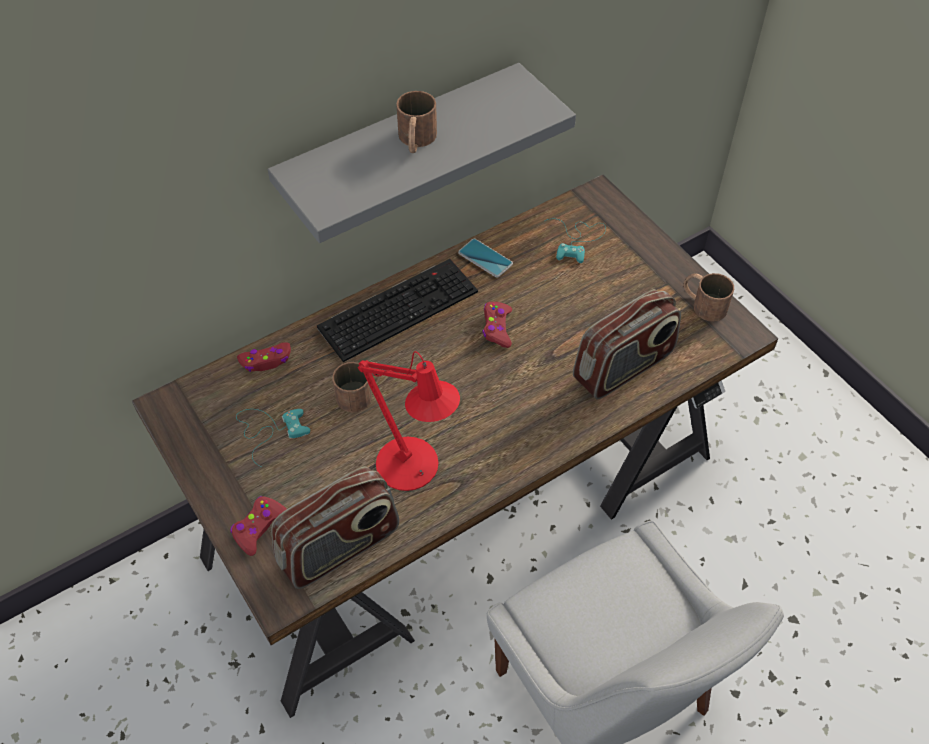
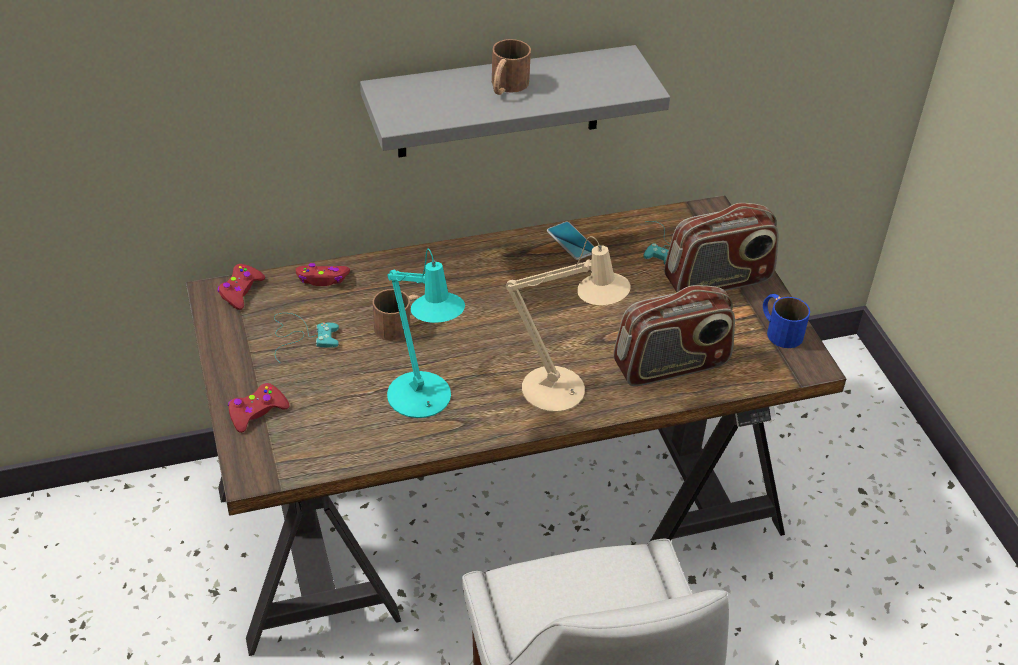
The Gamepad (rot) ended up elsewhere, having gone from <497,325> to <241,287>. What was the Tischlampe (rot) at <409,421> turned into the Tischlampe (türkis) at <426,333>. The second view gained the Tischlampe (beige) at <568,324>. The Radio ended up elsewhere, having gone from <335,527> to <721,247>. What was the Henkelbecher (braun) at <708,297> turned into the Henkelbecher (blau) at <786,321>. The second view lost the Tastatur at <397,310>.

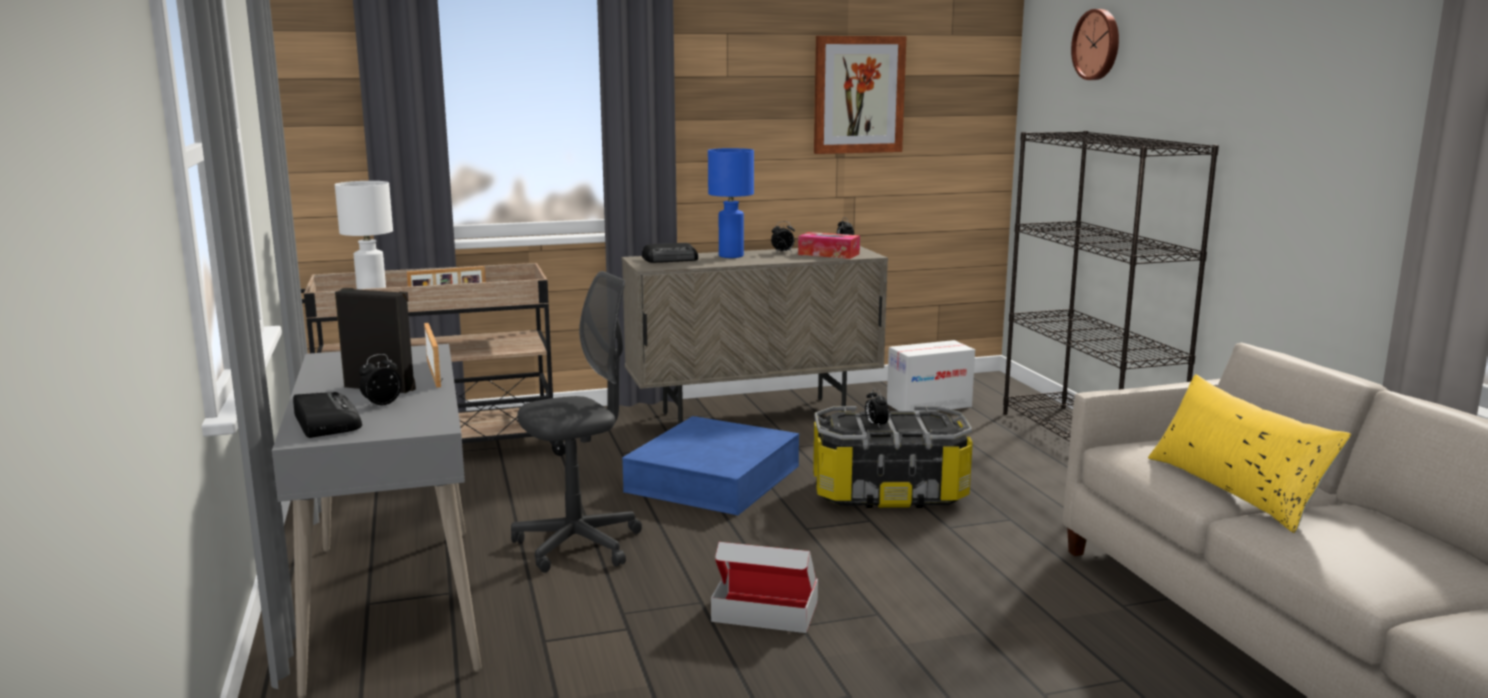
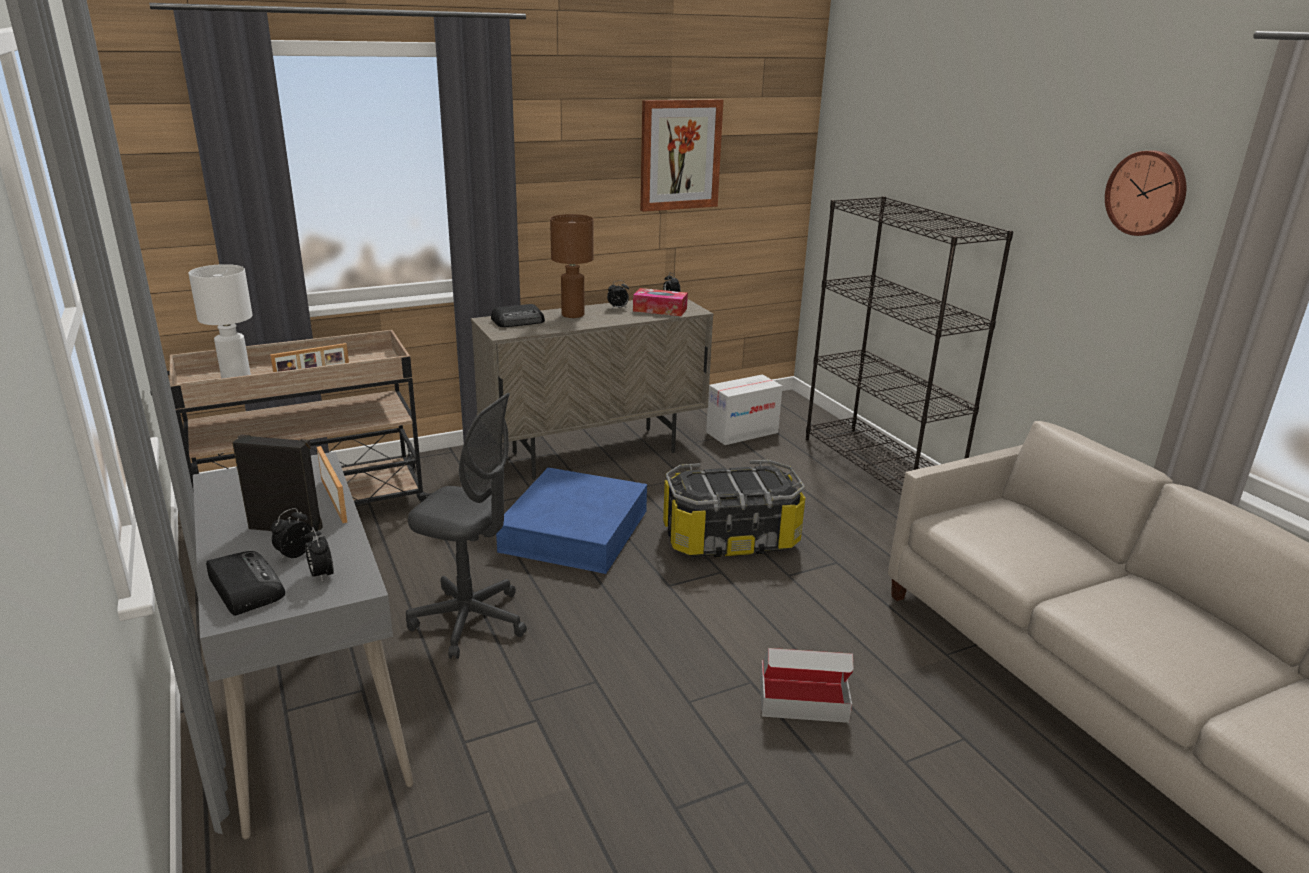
The Wecker ended up elsewhere, having gone from <877,408> to <319,554>. The Bürostuhl (grau) at <576,422> ended up facing another way, 60 degrees clockwise from before. What was the Tischlampe (blau) at <731,203> turned into the Tischlampe (braun) at <572,266>. The Karton ended up elsewhere, having gone from <764,587> to <806,685>. The Wanduhr ended up elsewhere, having gone from <1095,44> to <1145,193>. The second view lost the Kissen (gelb) at <1250,453>.

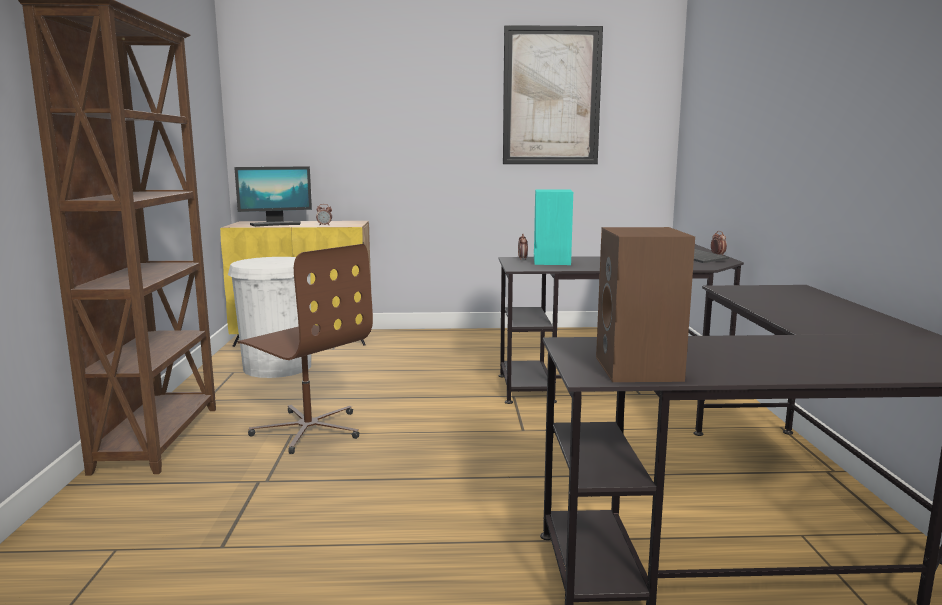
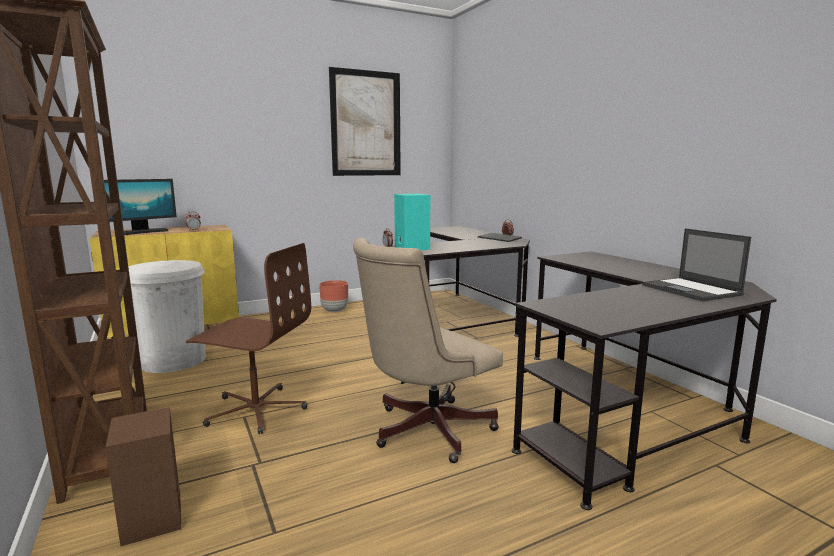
The Lautsprecher (braun) ended up elsewhere, having gone from <645,304> to <143,476>. The second view gained the Pflanzkübel (braun) at <333,296>. The second view gained the Bürostuhl (beige) at <428,350>. The second view gained the Laptop at <696,264>.

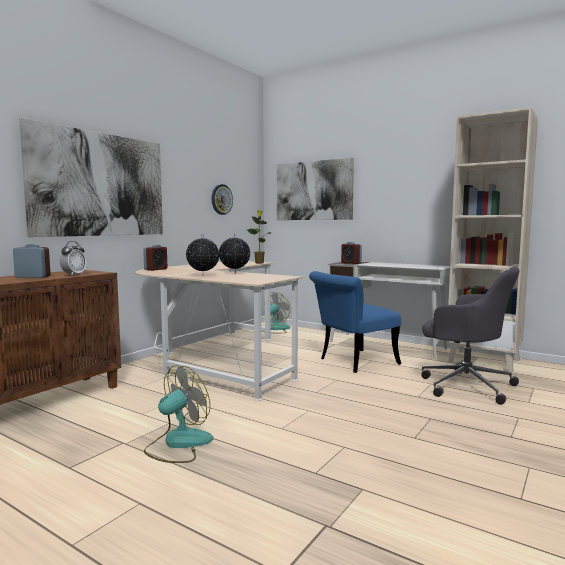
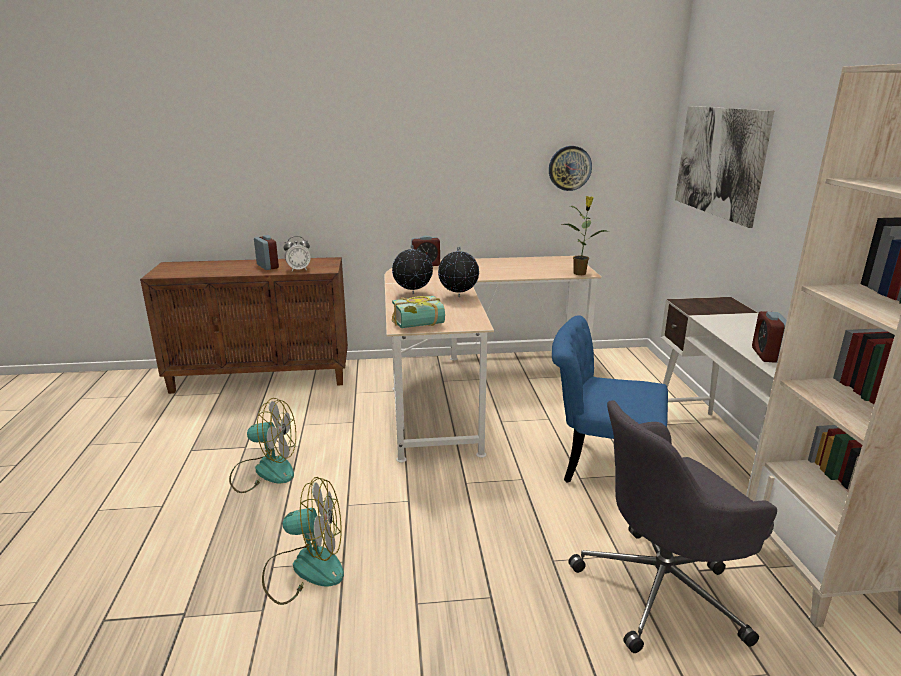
The Ventilator ended up elsewhere, having gone from <275,312> to <303,541>. The second view gained the Buch at <418,312>. The Bürostuhl (grau) at <470,336> ended up facing another way, 75 degrees clockwise from before. The Wecker ended up elsewhere, having gone from <351,253> to <769,337>. The second view lost the Bild at <91,177>.

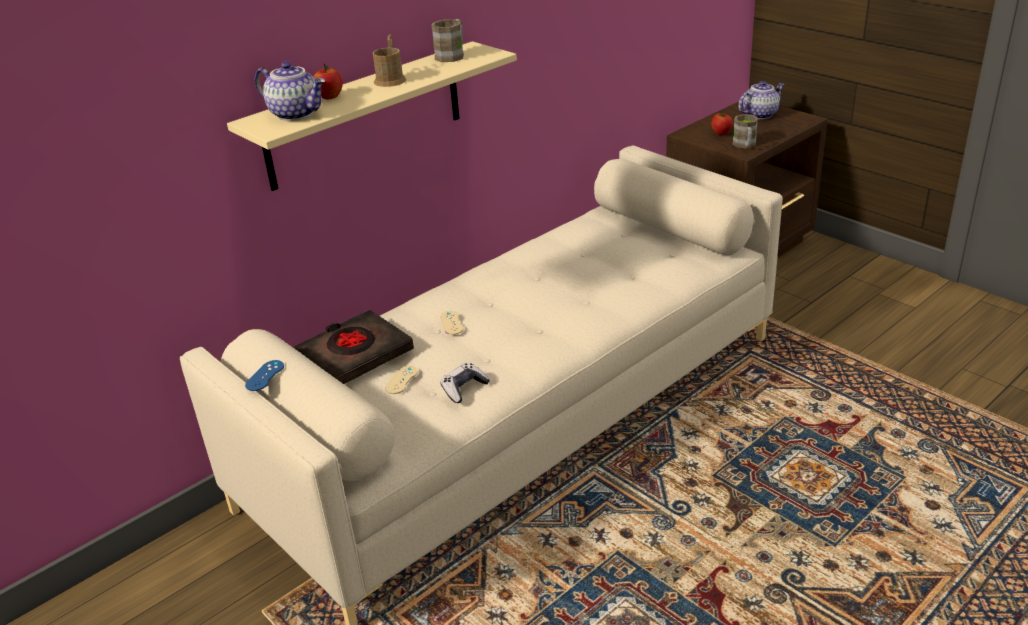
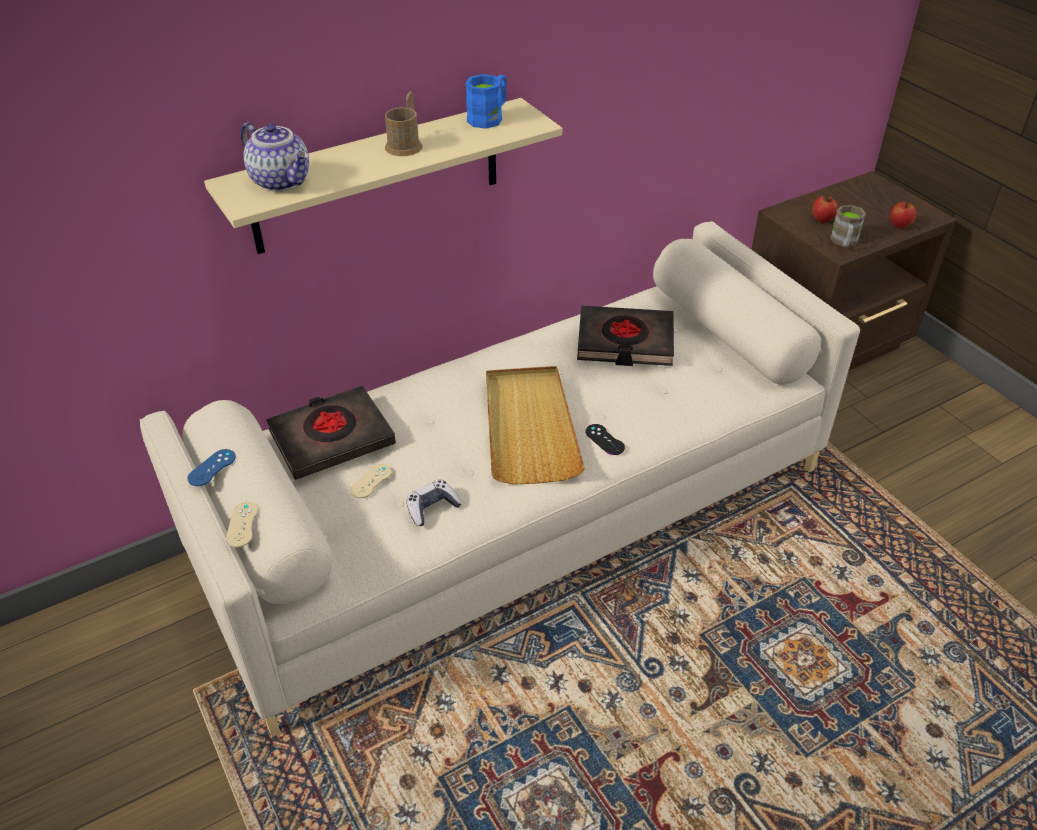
The Gamepad (beige) ended up elsewhere, having gone from <452,323> to <242,525>. What was the Henkelbecher (braun) at <447,40> turned into the Henkelbecher (blau) at <486,101>. The second view gained the Tablett (beige) at <535,425>. The second view gained the Buch (schwarz) at <625,336>. The second view gained the Gamepad (schwarz) at <605,439>. The Apfel ended up elsewhere, having gone from <328,81> to <903,214>. The second view lost the Teekanne at <761,100>.

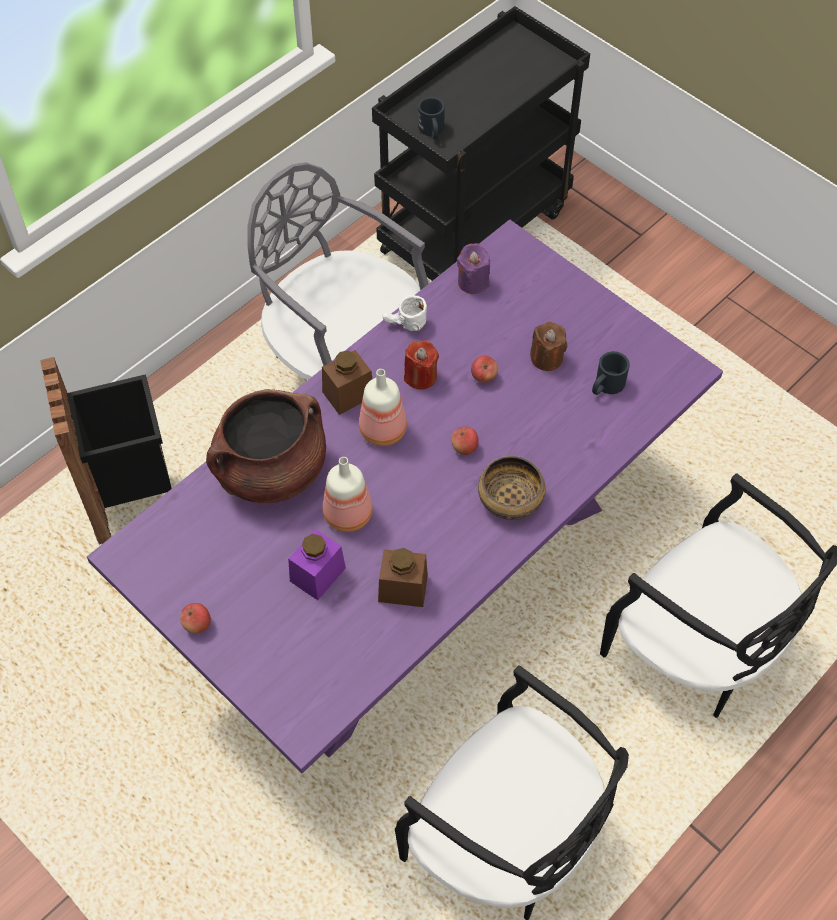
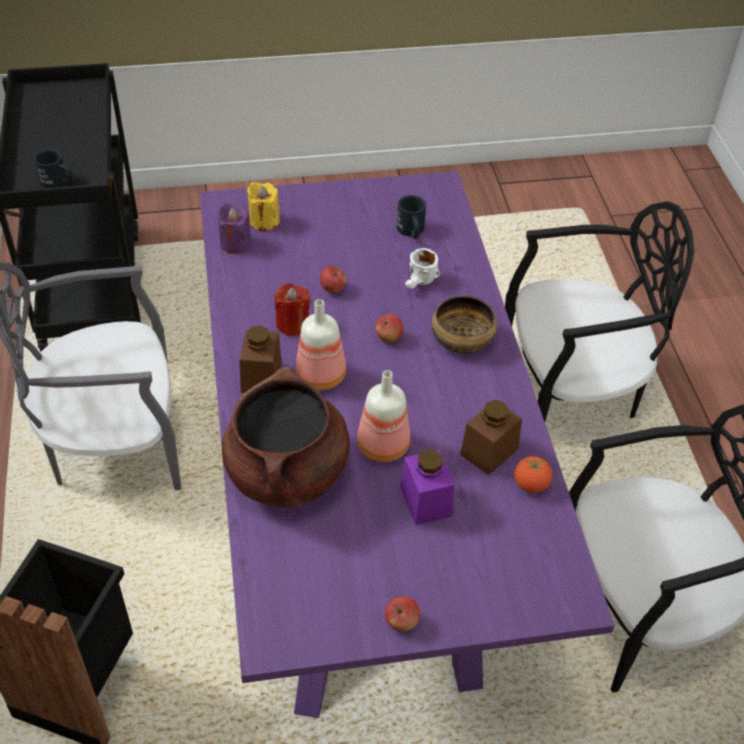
The second view gained the Kerze (gelb) at <263,206>. The Henkelbecher (weiß) ended up elsewhere, having gone from <404,313> to <423,268>. The second view gained the Tomate at <533,474>. The second view lost the Kerze (braun) at <548,346>.

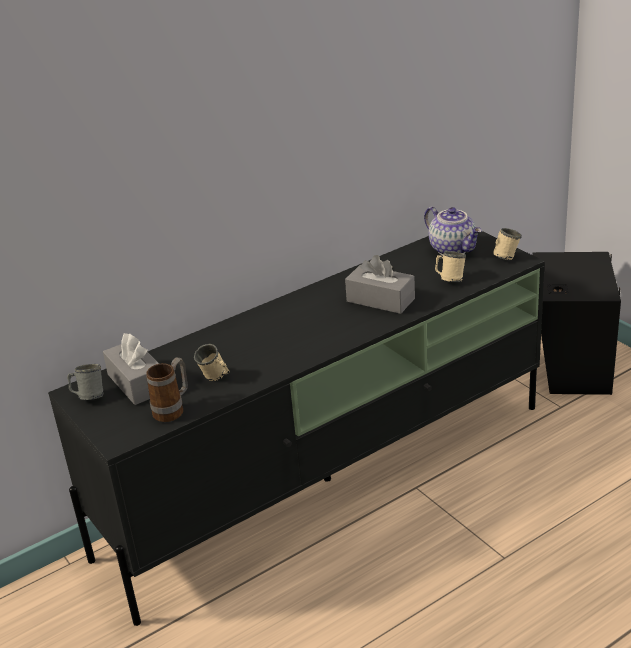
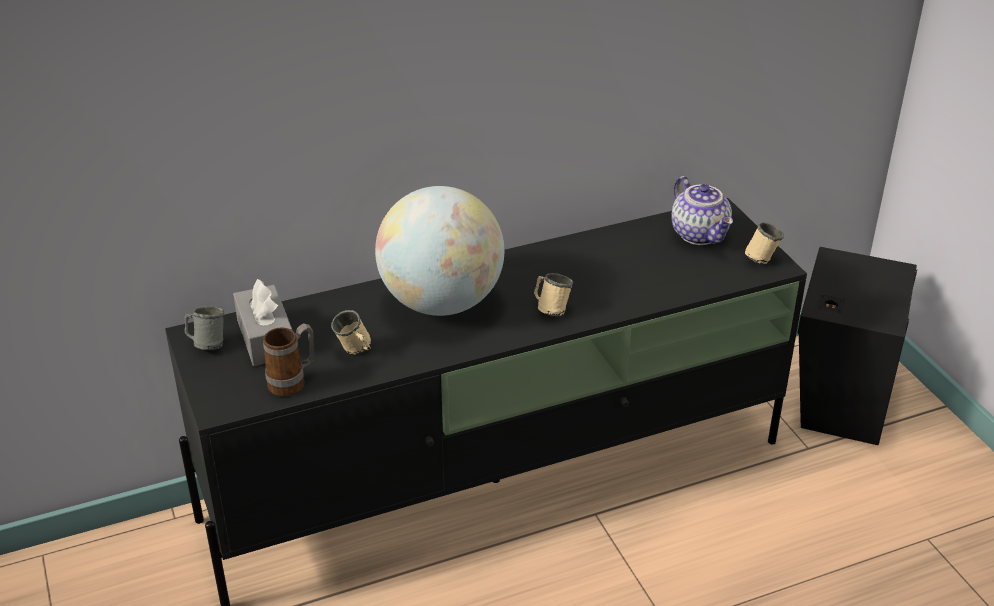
The second view gained the Globus at <439,251>. The Henkelbecher (beige) ended up elsewhere, having gone from <450,266> to <553,294>. The second view lost the Taschentuchbox (grau) at <380,284>.

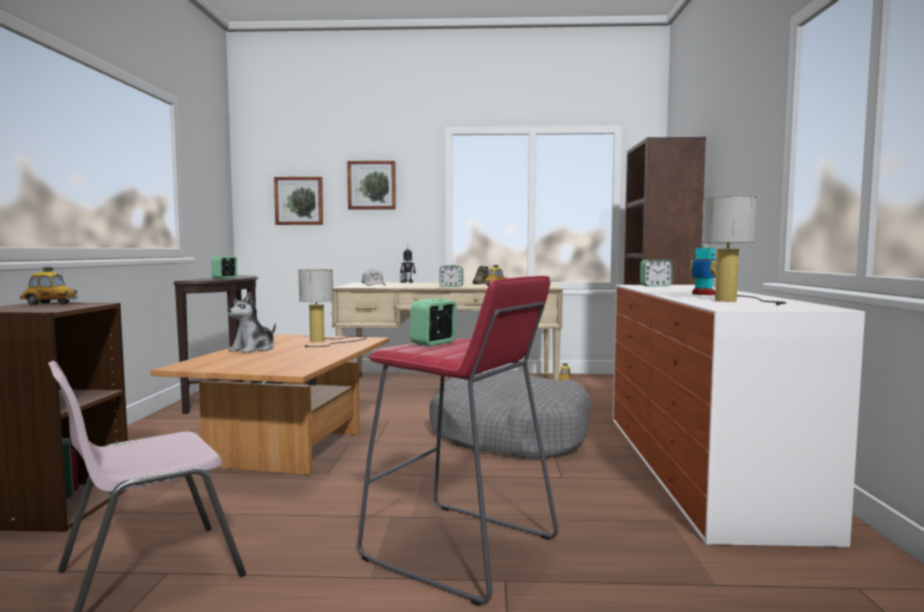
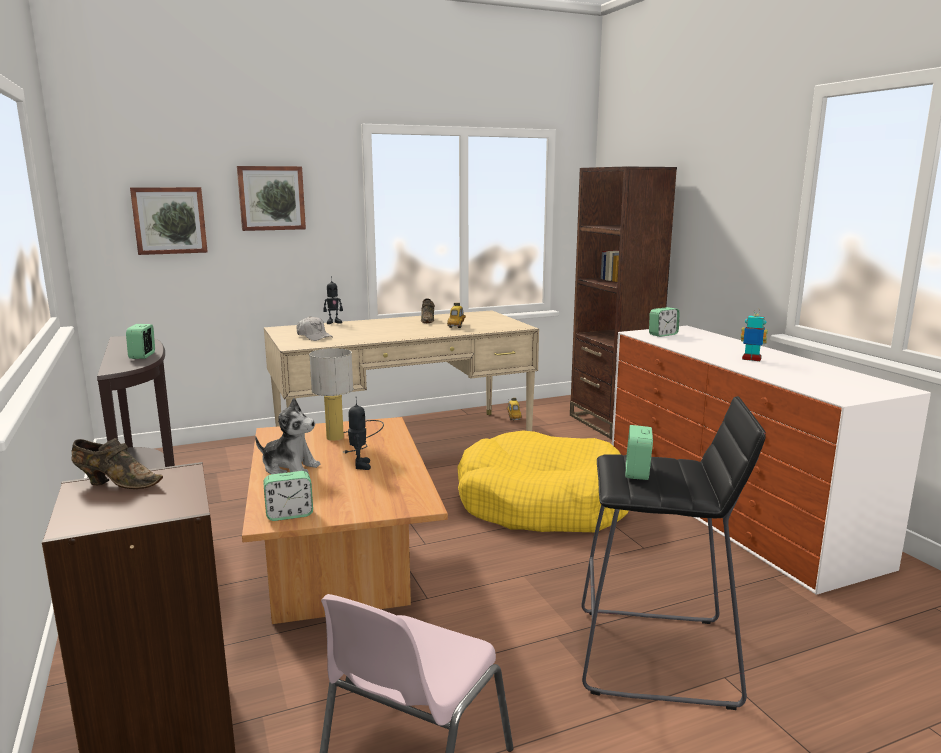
Where the Spielzeugauto stood at <49,286>, the Schuh (braun) came to stand at <117,463>. The Plüschtier at <252,322> ended up facing another way, 75 degrees counterclockwise from before. The Wecker ended up elsewhere, having gone from <451,276> to <288,496>. The second view gained the Spielzeugroboter at <359,433>. What was the Hundebett (grau) at <510,414> turned into the Hundebett (gelb) at <542,481>. What was the Hocker (rot) at <458,441> turned into the Hocker (schwarz) at <673,553>. The second view lost the Tischlampe at <744,250>.

